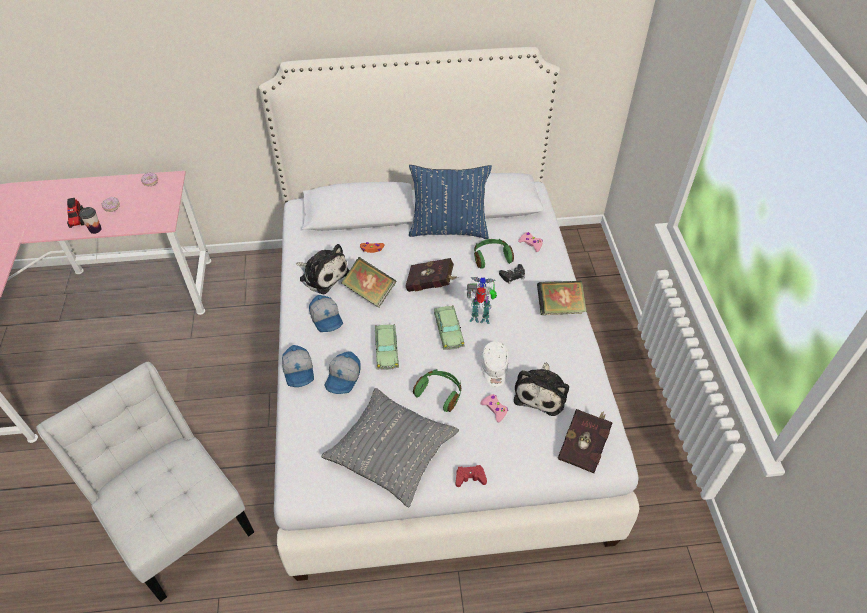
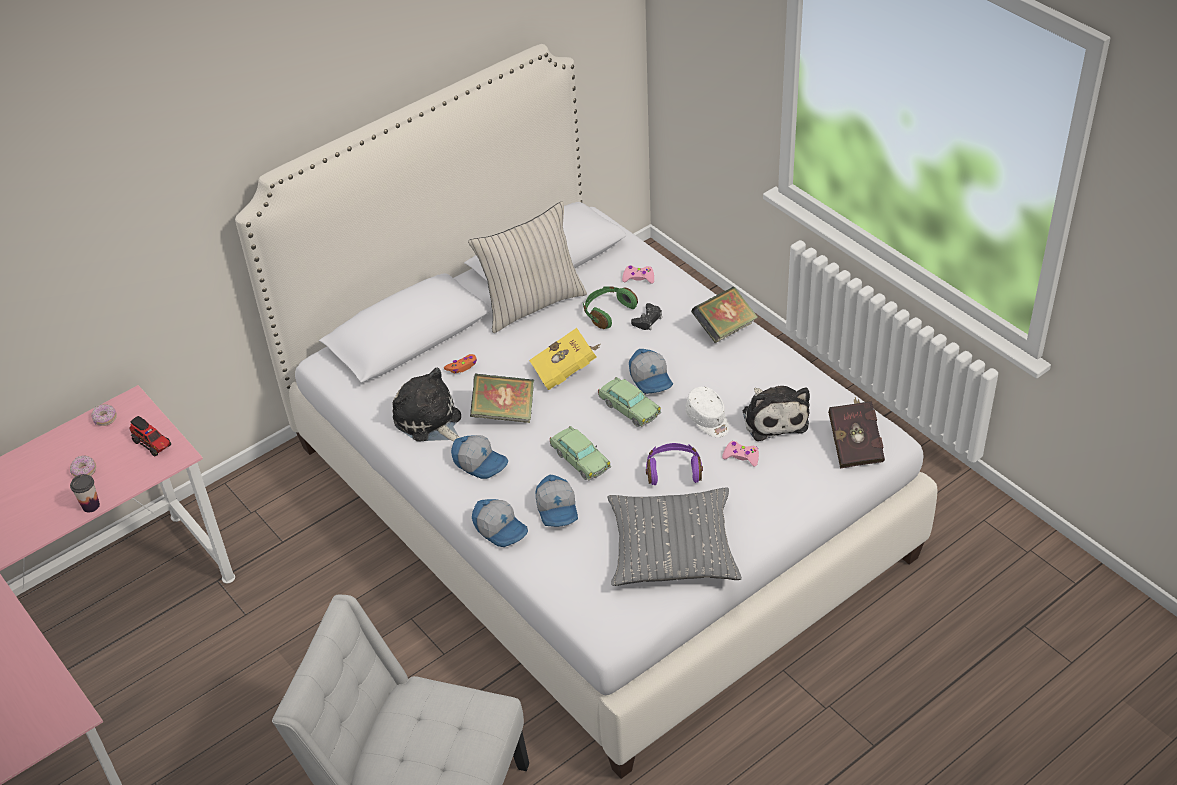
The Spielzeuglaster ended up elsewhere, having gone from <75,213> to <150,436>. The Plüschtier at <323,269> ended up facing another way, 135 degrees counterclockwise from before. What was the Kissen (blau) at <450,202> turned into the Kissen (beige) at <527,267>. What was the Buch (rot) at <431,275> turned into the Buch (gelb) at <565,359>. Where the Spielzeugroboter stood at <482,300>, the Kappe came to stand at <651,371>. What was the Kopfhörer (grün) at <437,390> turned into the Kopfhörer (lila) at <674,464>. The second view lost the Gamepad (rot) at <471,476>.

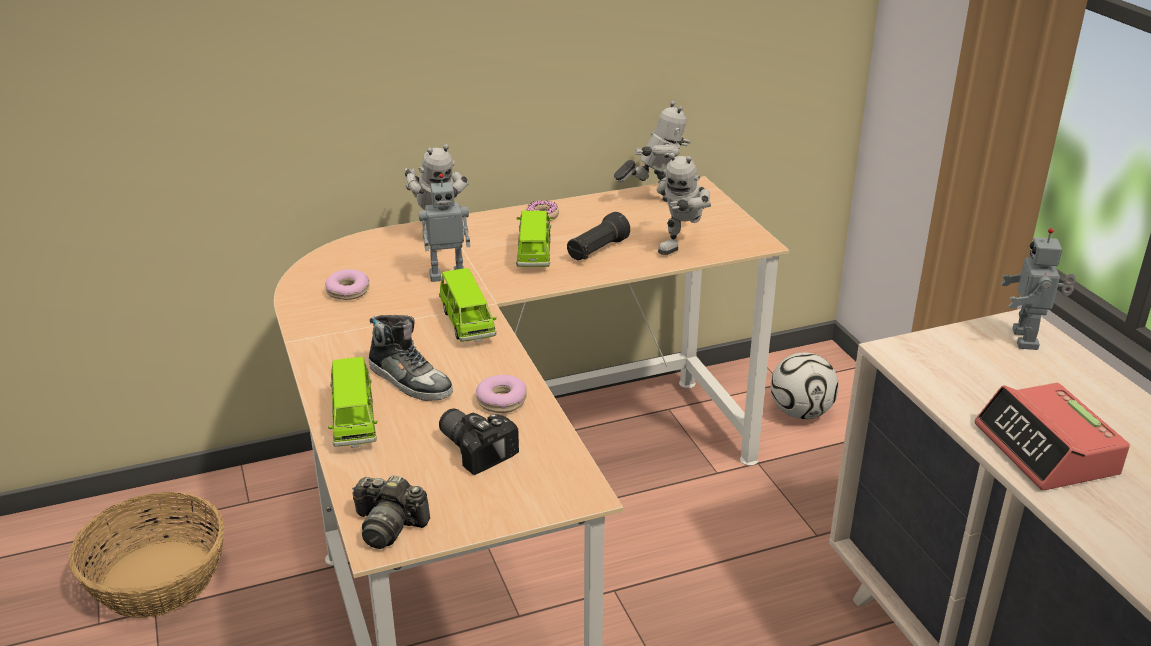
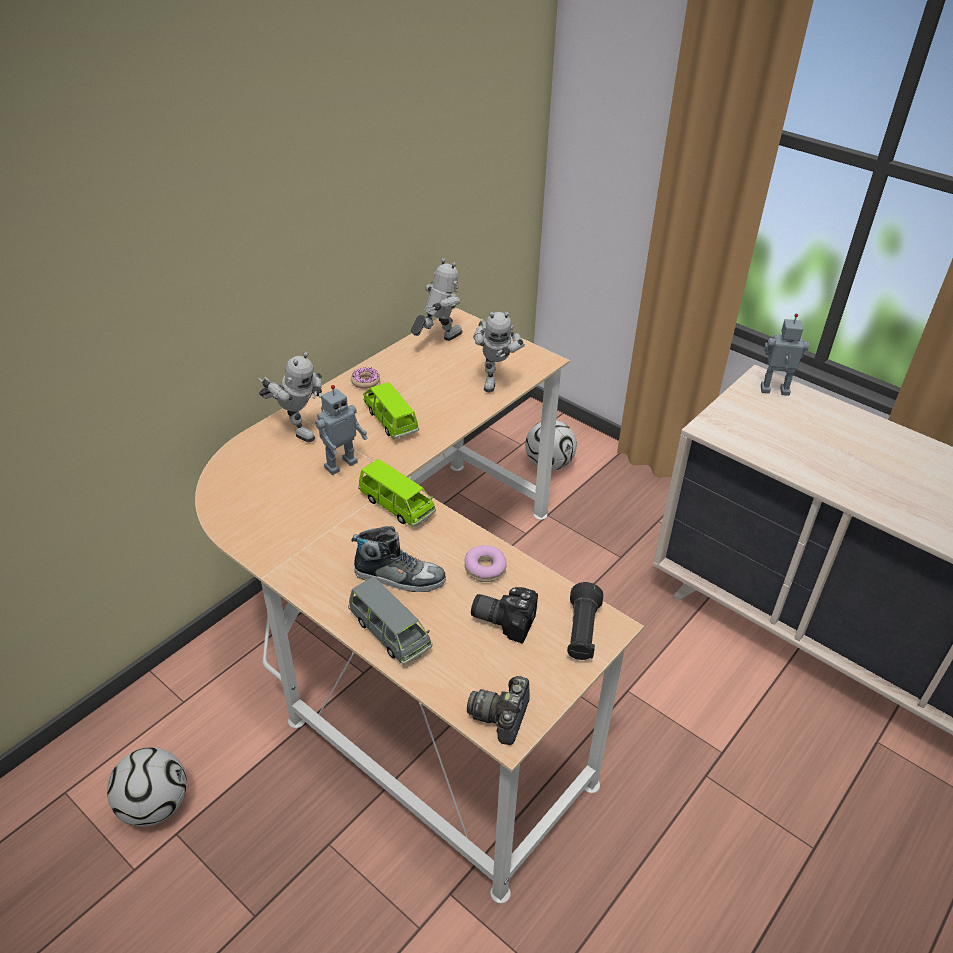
Where the Korb stood at <147,555>, the Fußball came to stand at <147,787>. What was the Spielzeugauto (grün) at <353,402> turned into the Spielzeugauto (grau) at <390,621>. The Kamera at <391,512> ended up facing another way, 120 degrees clockwise from before. The Taschenlampe (schwarz) ended up elsewhere, having gone from <598,236> to <585,621>. The Spielzeugroboter at <1038,289> ended up facing another way, 120 degrees clockwise from before. The second view lost the Donut at <347,284>. The second view lost the Wecker at <1052,436>.

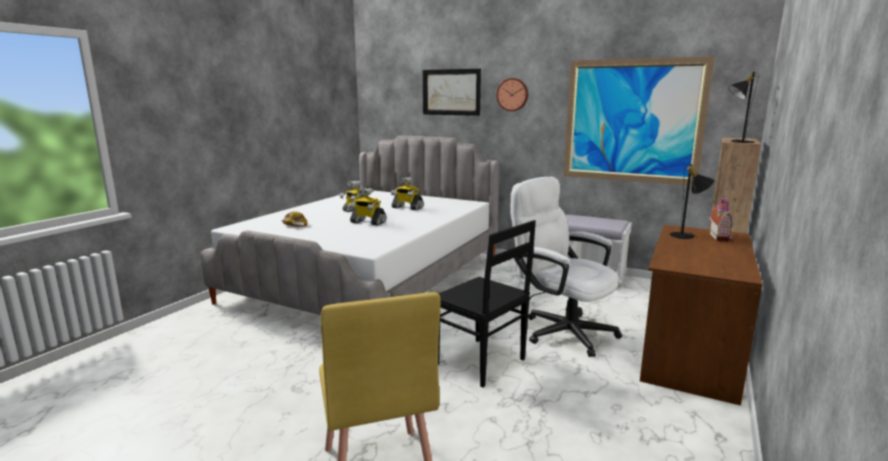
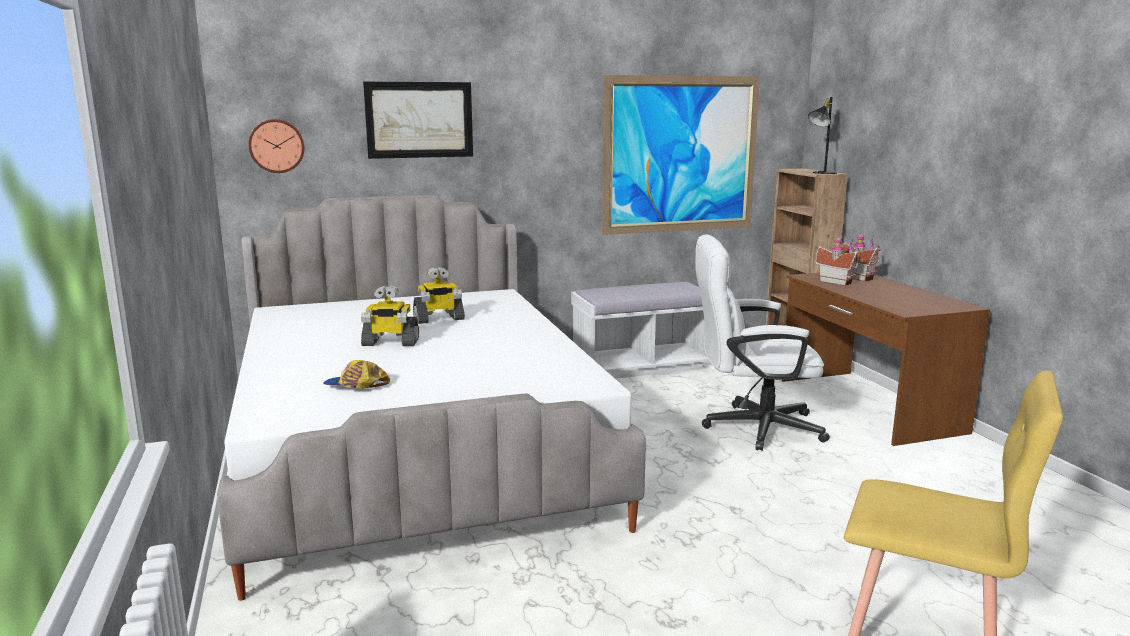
The Wanduhr ended up elsewhere, having gone from <512,94> to <276,146>. Where the Tischlampe (schwarz) stood at <692,201>, the Spielzeughaus came to stand at <838,261>. The second view lost the Spielzeugroboter at <367,206>. The second view lost the Stuhl (schwarz) at <487,304>.

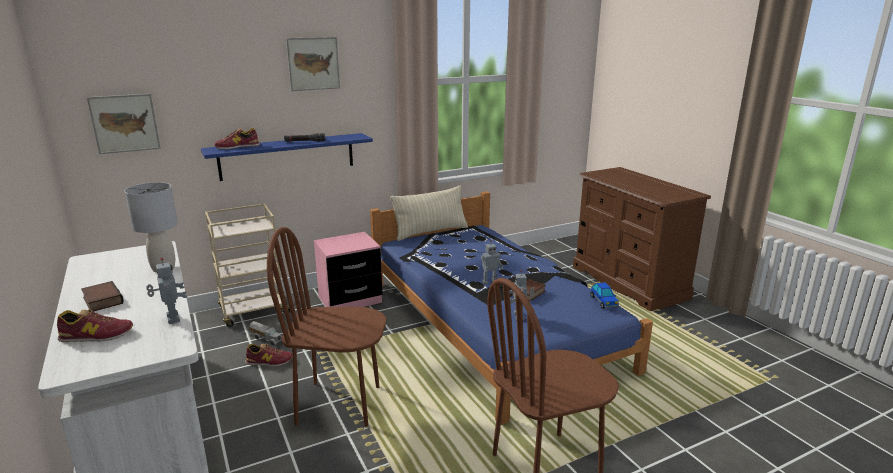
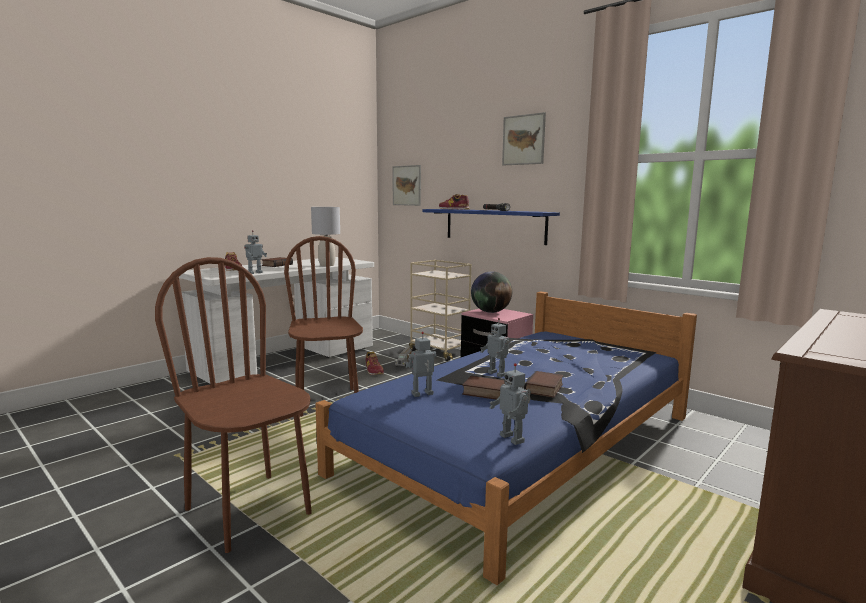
The second view gained the Globus at <491,292>. Where the Spielzeugauto stood at <604,295>, the Spielzeugroboter came to stand at <510,404>. The second view gained the Buch at <543,384>. The second view lost the Kissen (beige) at <429,213>.

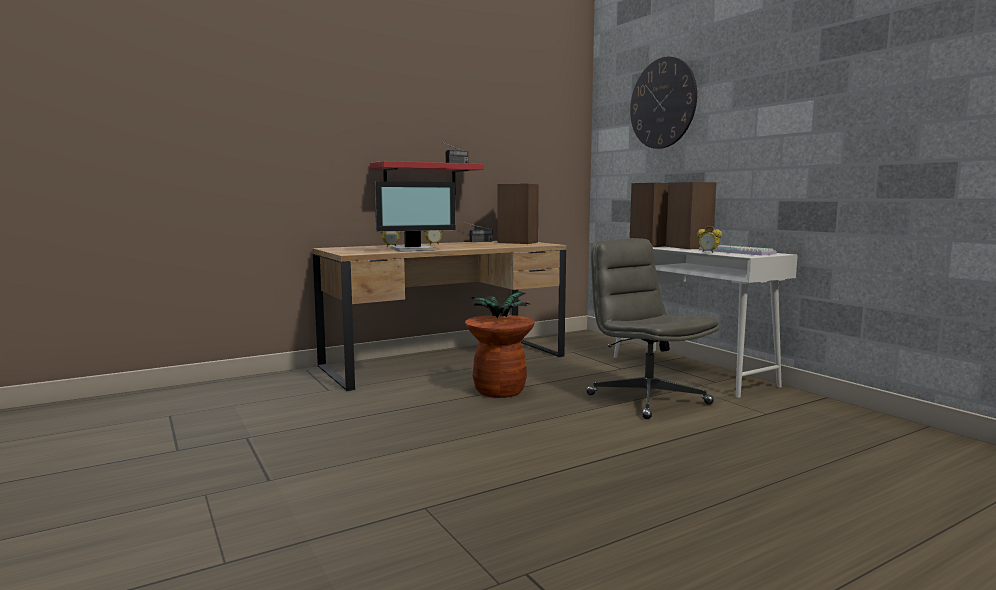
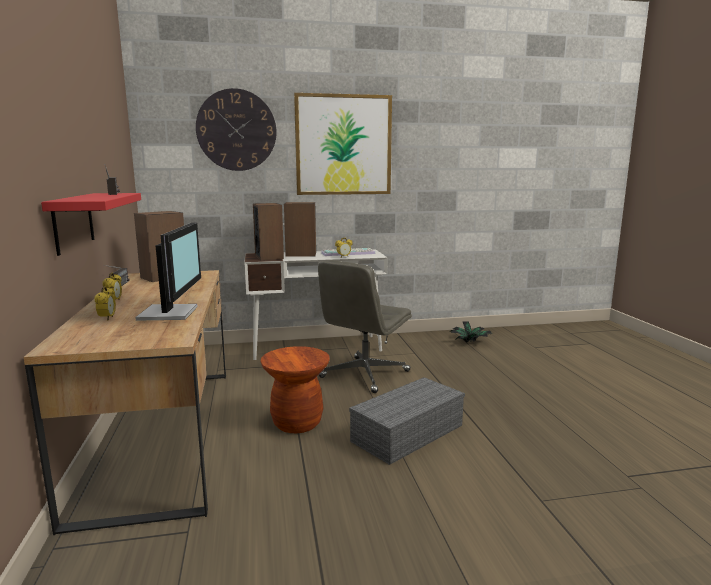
The second view gained the Bild at <343,144>. The Bürostuhl (grau) at <652,328> ended up facing another way, 45 degrees counterclockwise from before. The second view gained the Aufbewahrungsbox (grau) at <407,421>. The Topfpflanze ended up elsewhere, having gone from <500,304> to <472,332>.

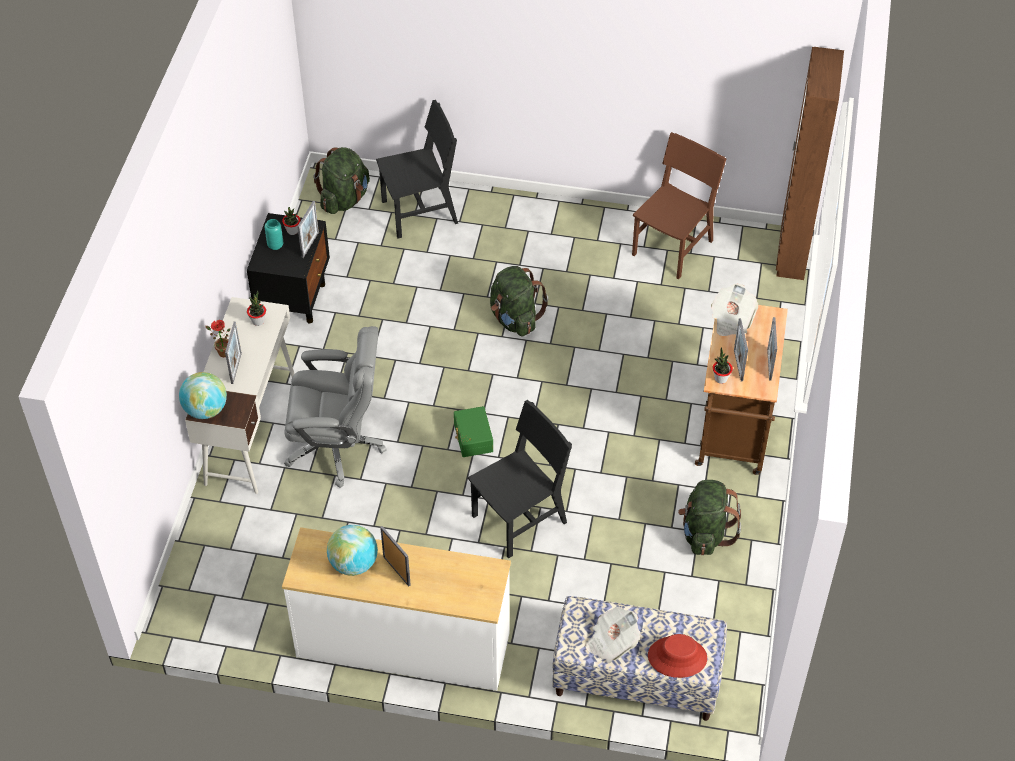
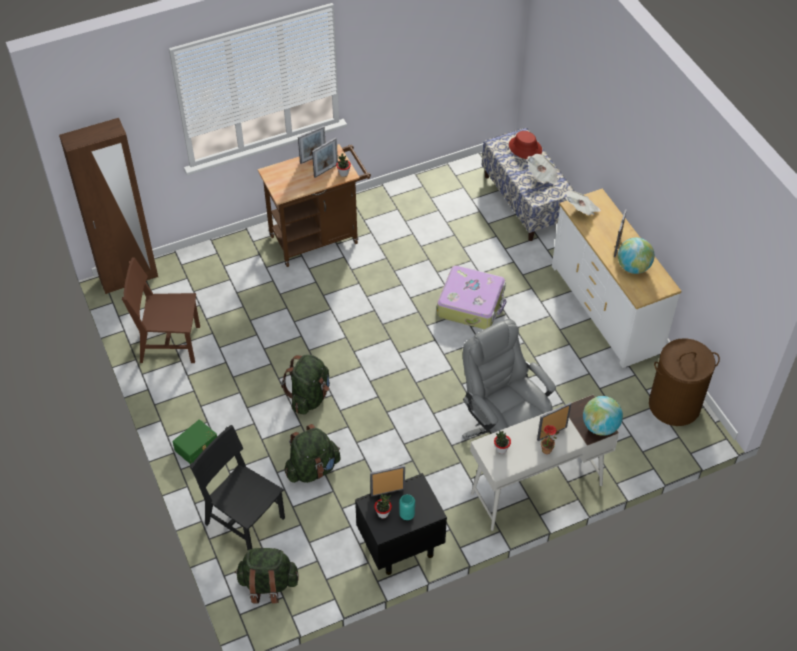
The Aufbewahrungsbox (grün) ended up elsewhere, having gone from <473,431> to <194,441>. The Rucksack (grün) ended up elsewhere, having gone from <709,517> to <312,453>. Where the Stuhl (schwarz) stood at <520,479>, the Koffer came to stand at <472,297>. The Zeitung ended up elsewhere, having gone from <734,310> to <583,203>. The second view gained the Wäschekorb (braun) at <684,382>.

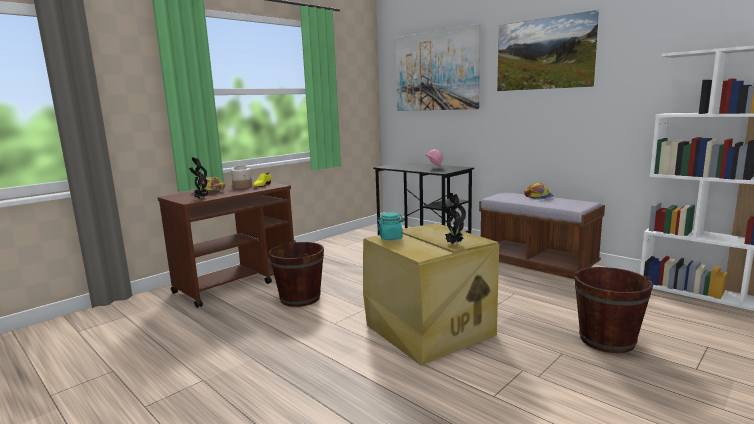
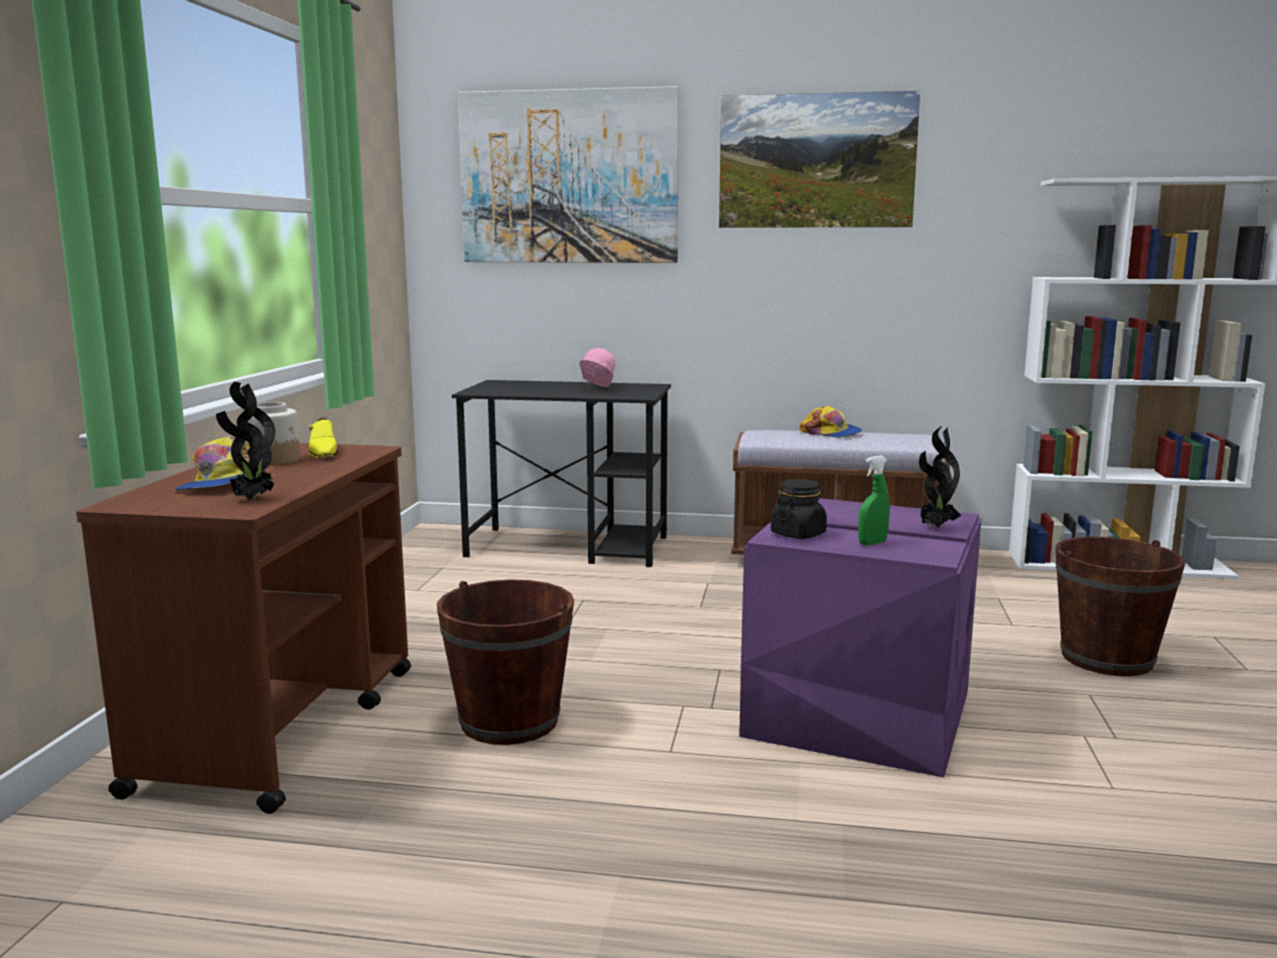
What was the Aufbewahrungsbox (beige) at <431,294> turned into the Aufbewahrungsbox (lila) at <860,638>. What was the Vorratsglas (türkis) at <391,226> turned into the Vorratsglas (schwarz) at <799,509>. The second view gained the Sprühflasche (grün) at <874,500>.

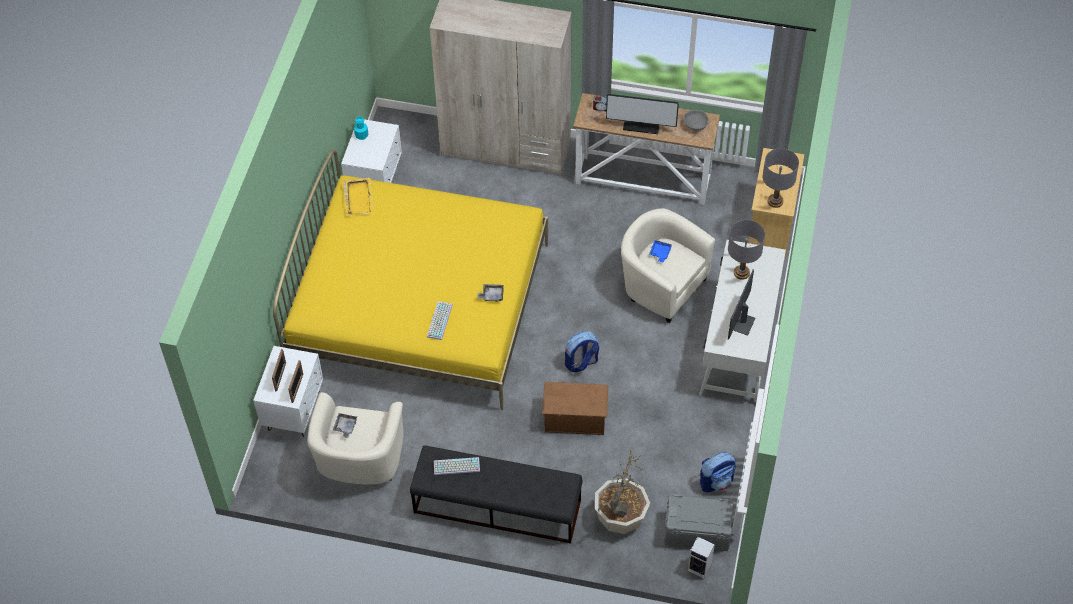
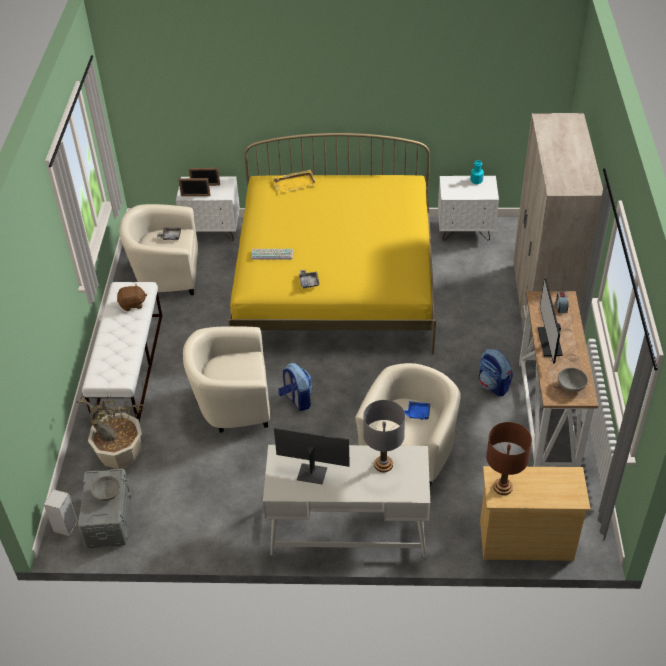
What was the Bank (schwarz) at <496,494> turned into the Bank (weiß) at <122,352>. The second view gained the Schüssel (grau) at <106,488>. Where the Tastatur stood at <457,466>, the Plüschtier (braun) came to stand at <132,297>. Where the Aufbewahrungsbox (braun) stood at <575,408>, the Sessel (beige) came to stand at <226,379>. The Tablett (gelb) ended up elsewhere, having gone from <358,197> to <295,181>. The Rucksack ended up elsewhere, having gone from <718,472> to <496,372>. What was the Tischlampe (grau) at <781,178> turned into the Tischlampe (braun) at <509,458>.

